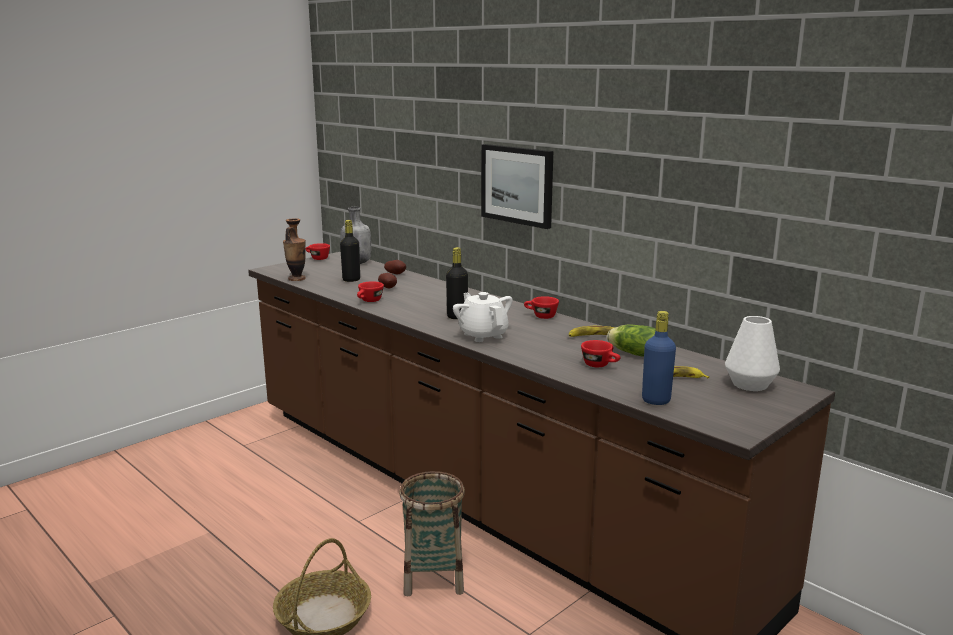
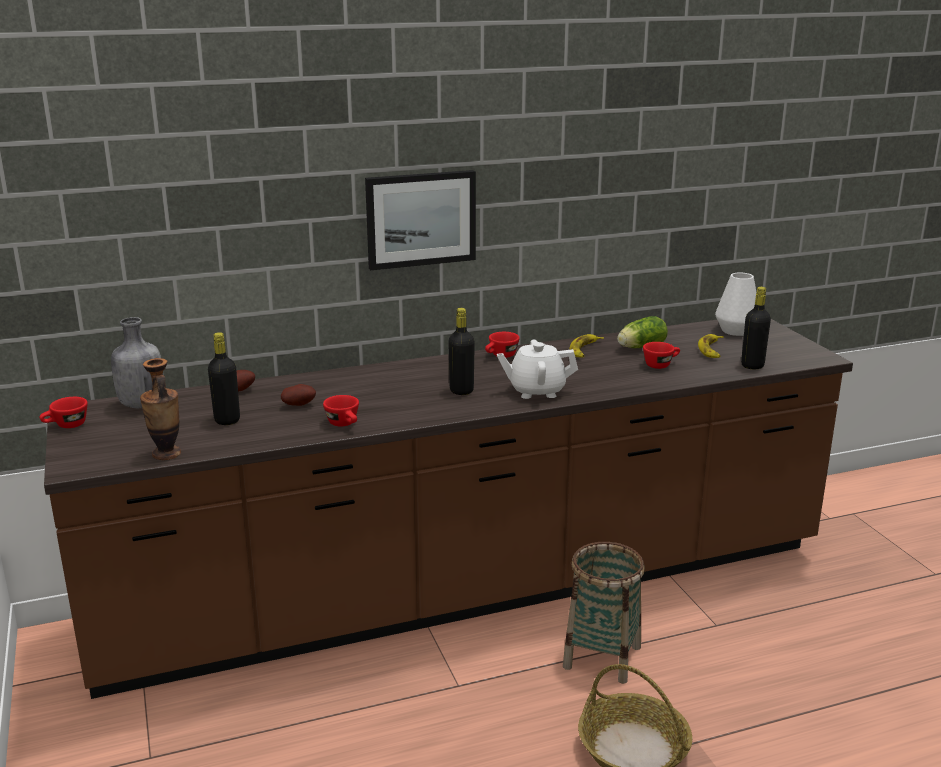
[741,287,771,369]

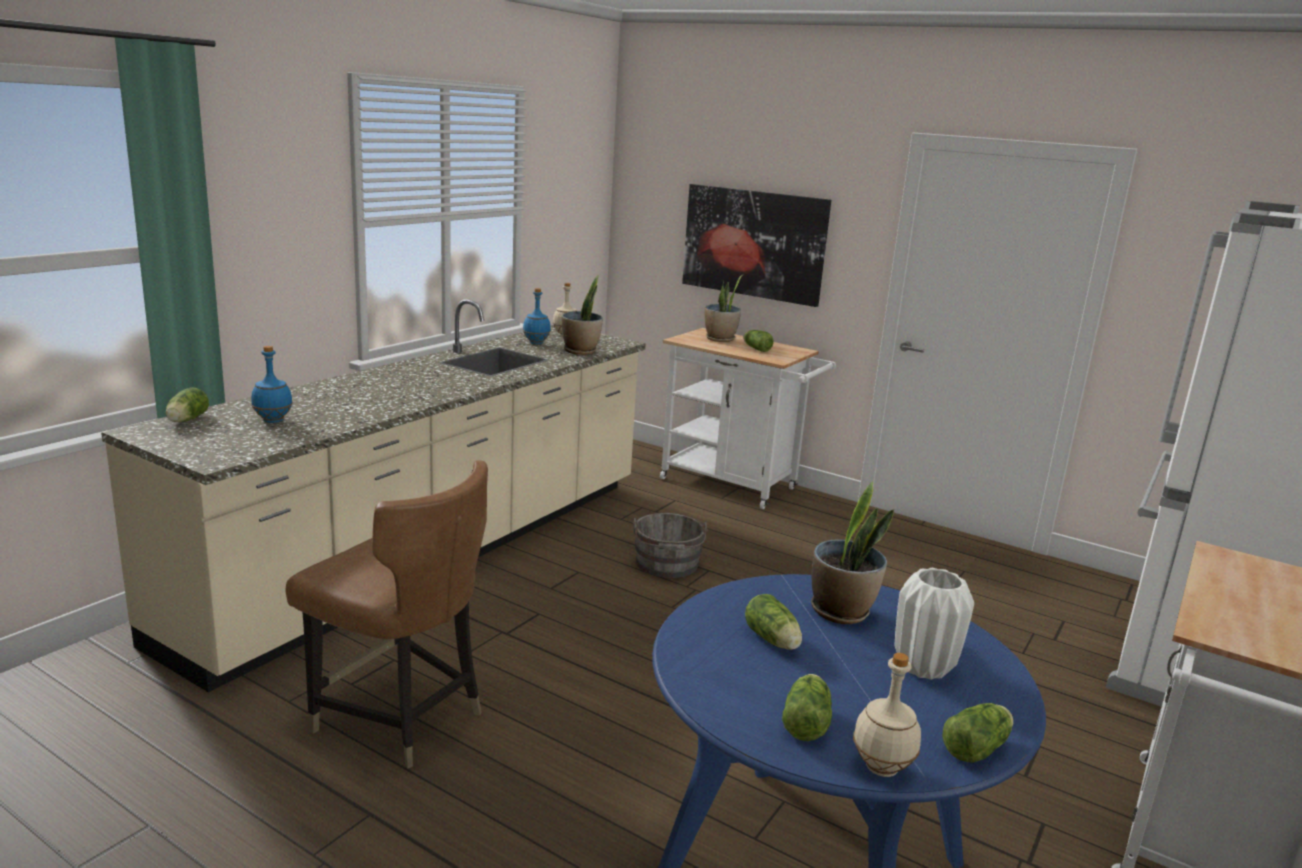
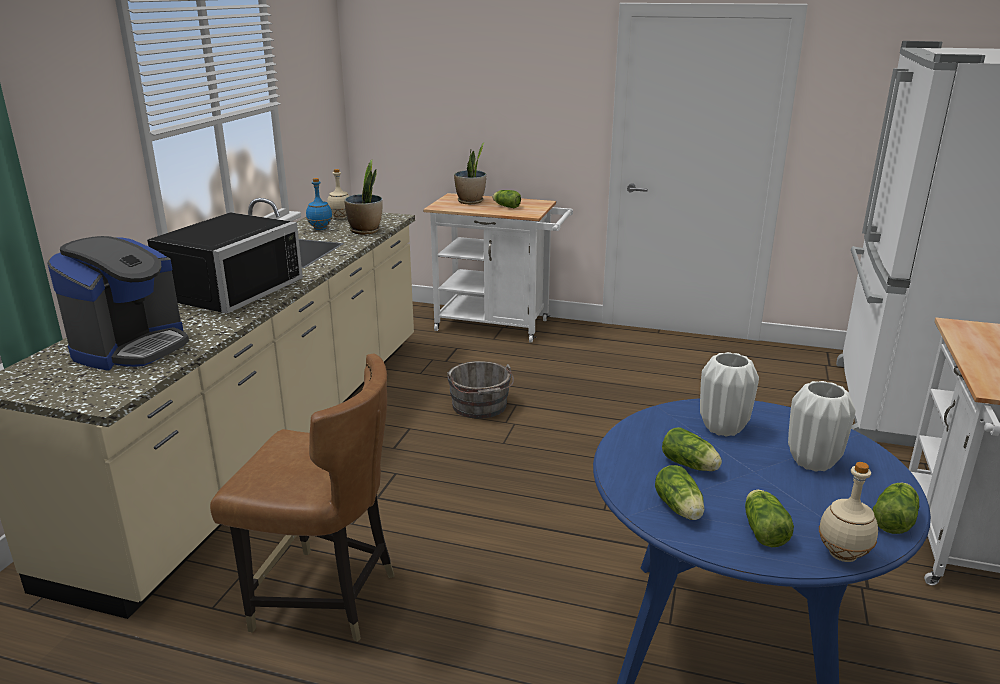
[682,184,831,307] (first image)
[147,212,303,314]
[655,465,704,520]
[47,236,189,371]
[700,352,759,436]

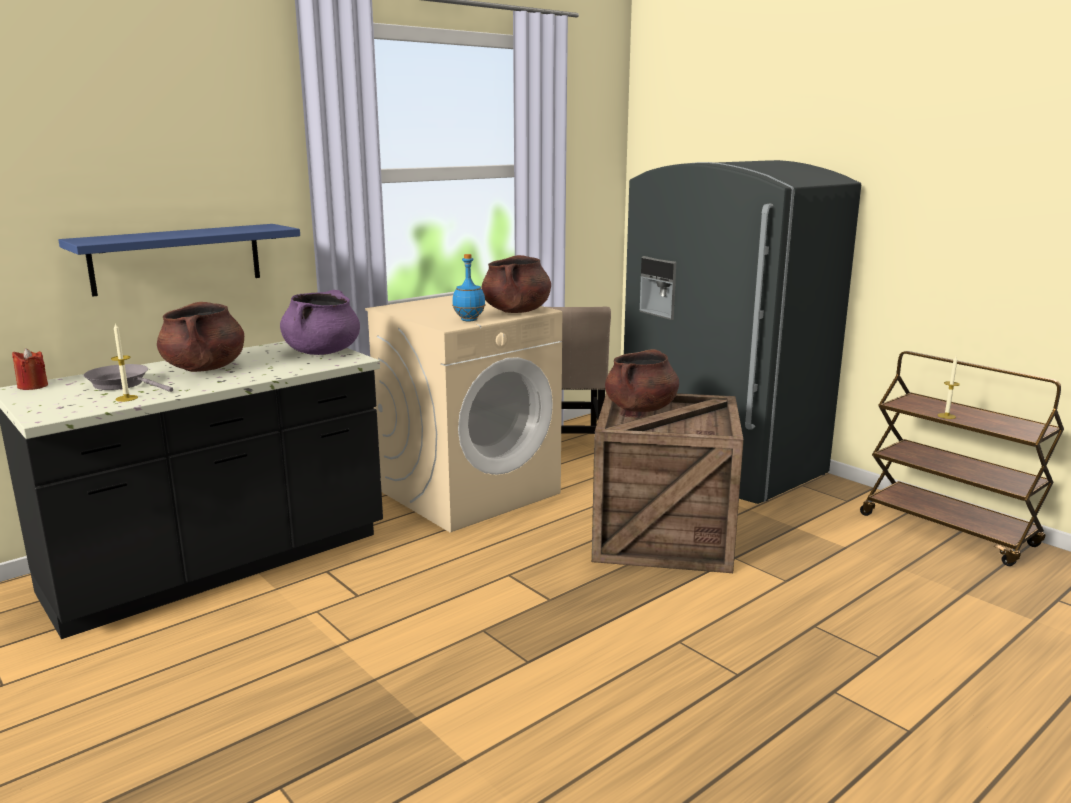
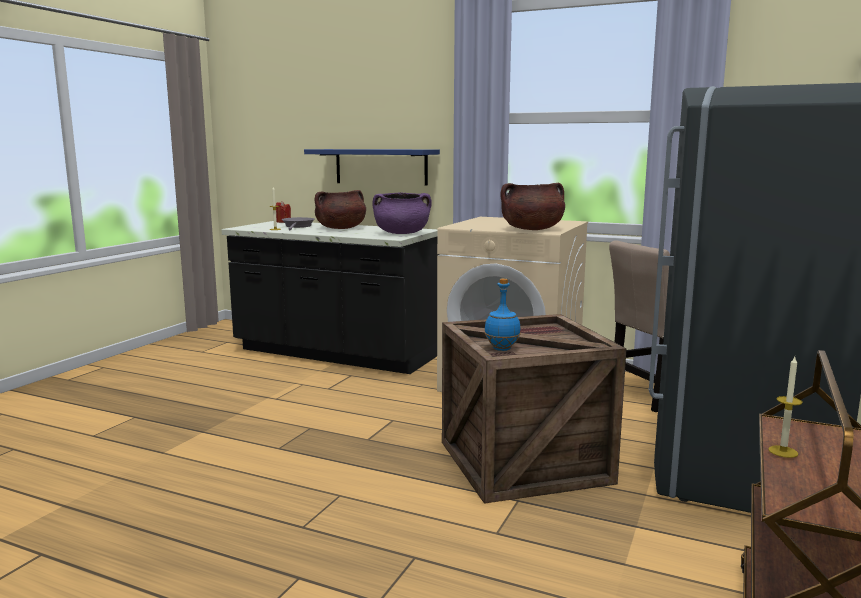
[605,349,679,412] (first image)
[484,278,521,351]

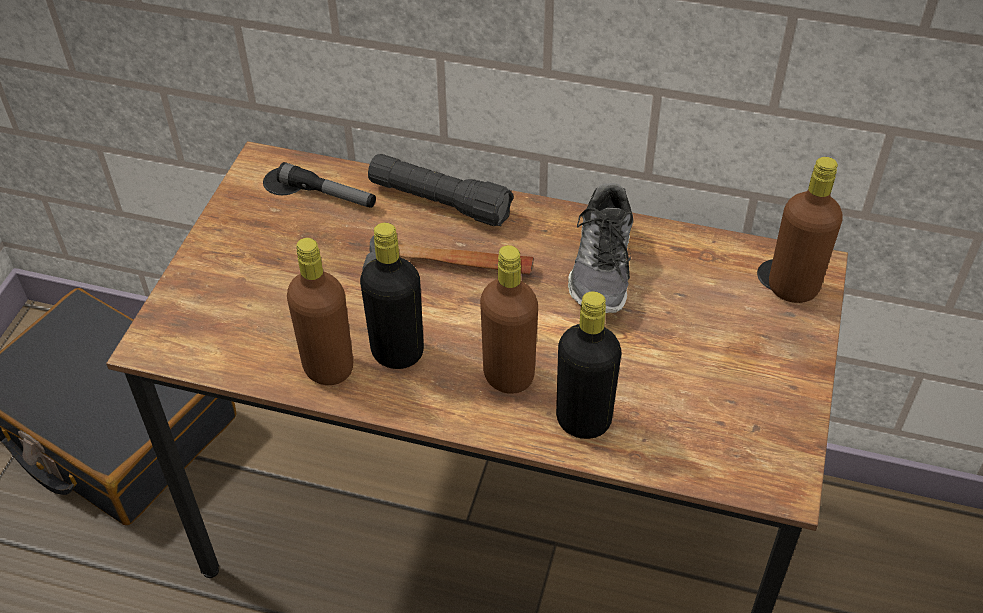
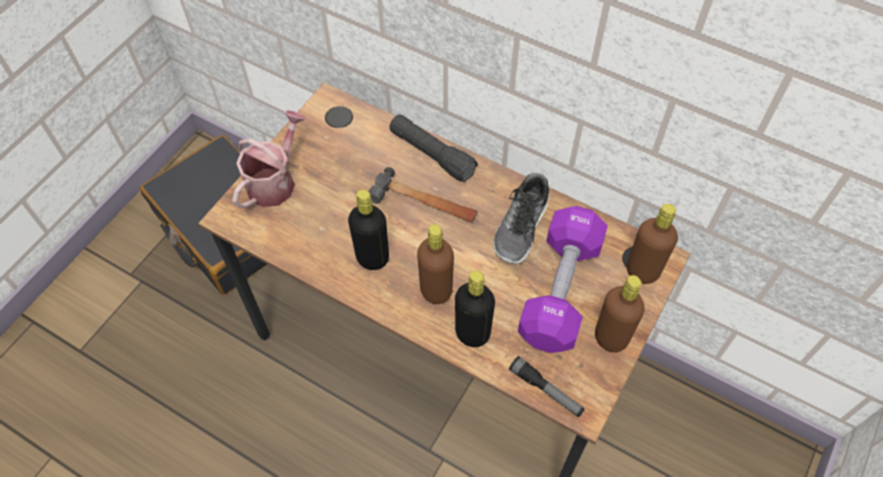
[232,110,306,208]
[518,206,608,353]
[509,356,585,417]
[595,275,645,352]

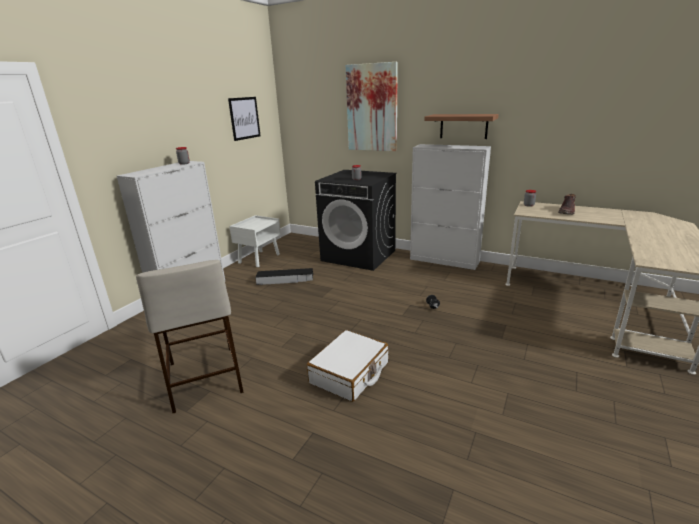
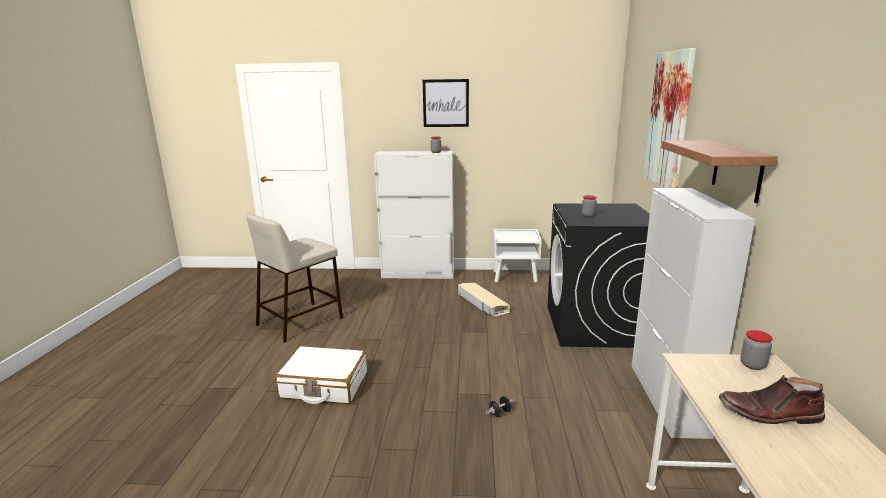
[423,79,469,127]
[458,283,510,317]

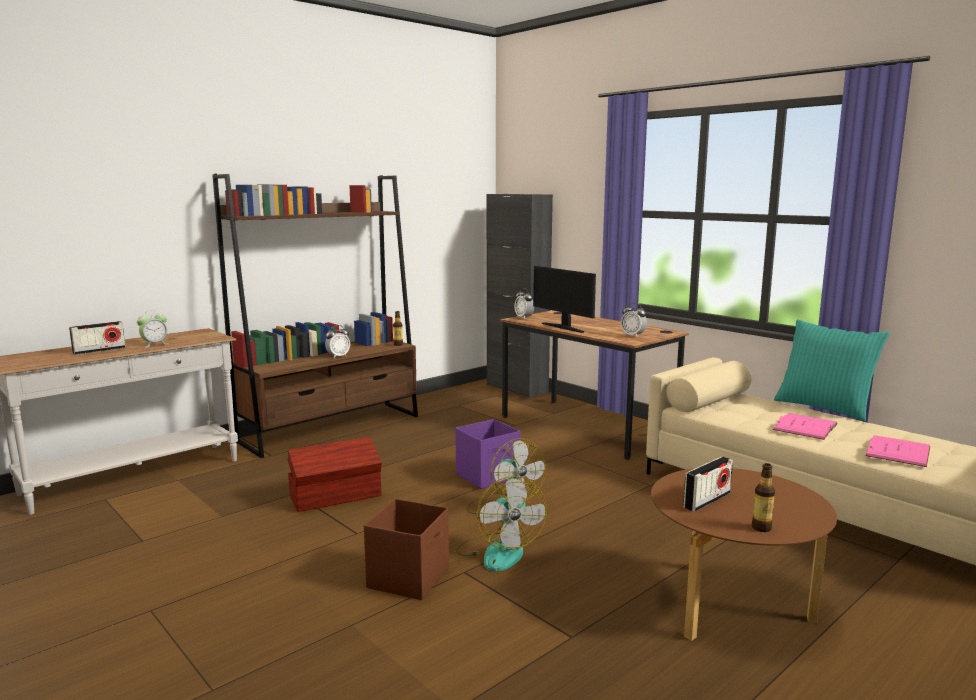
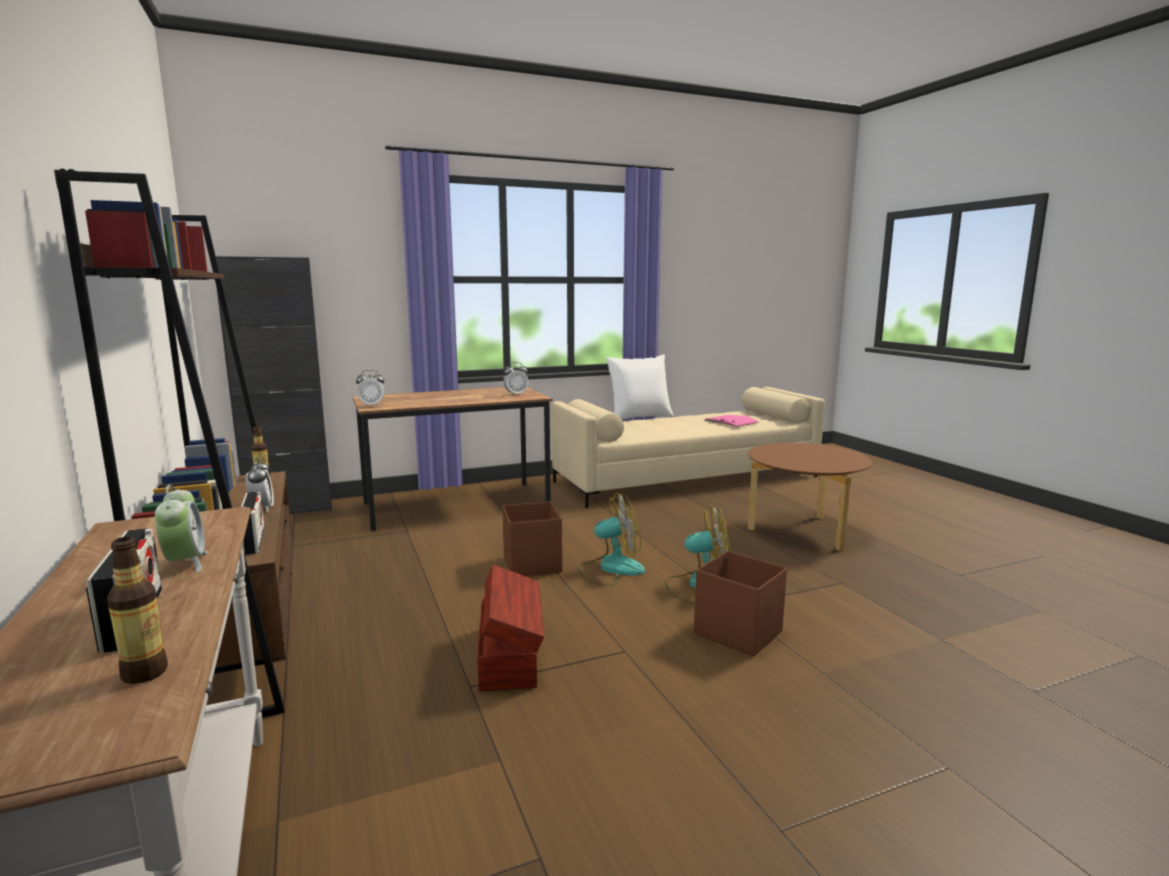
[533,266,596,333] (first image)
[773,413,838,440] (first image)
[241,492,265,555]
[107,537,168,684]
[502,501,562,576]
[606,354,674,420]

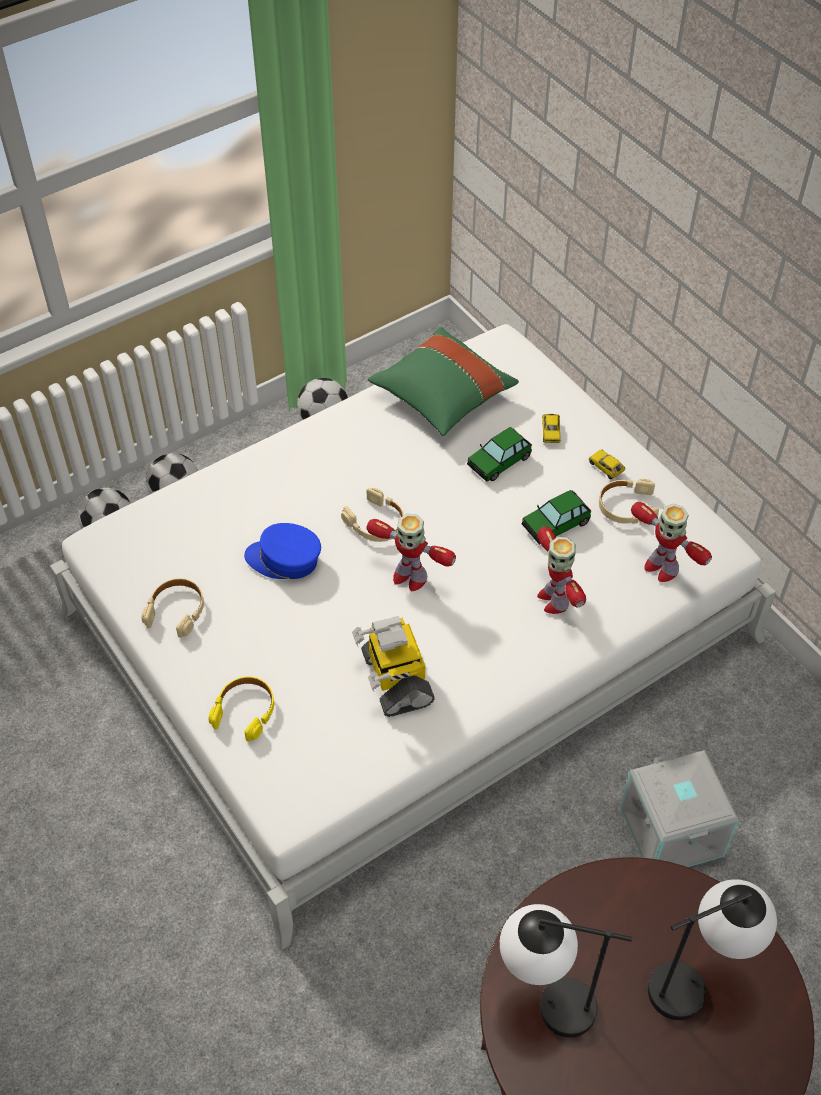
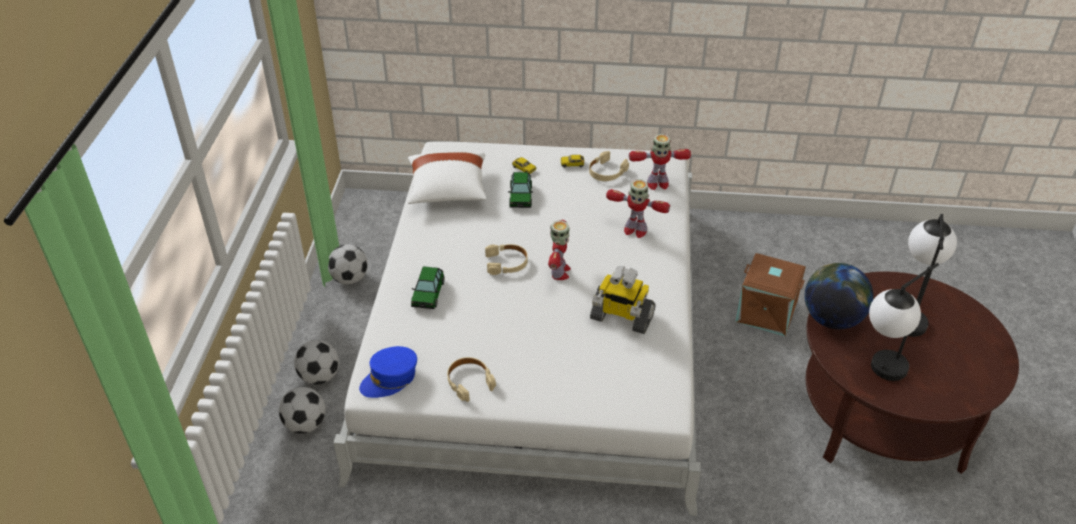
[208,676,274,742] (first image)
[804,263,874,329]
[359,346,417,398]
[411,266,445,309]
[408,152,487,204]
[736,253,806,337]
[548,220,571,280]

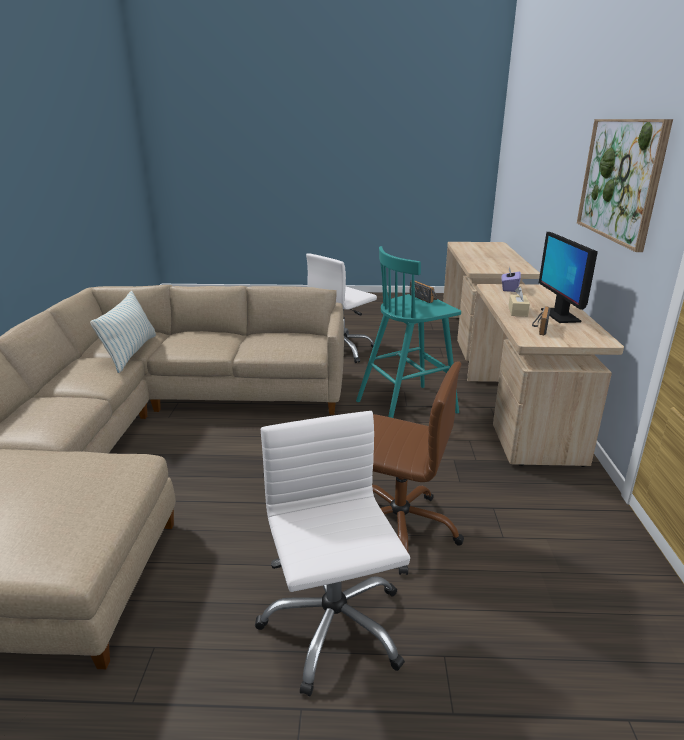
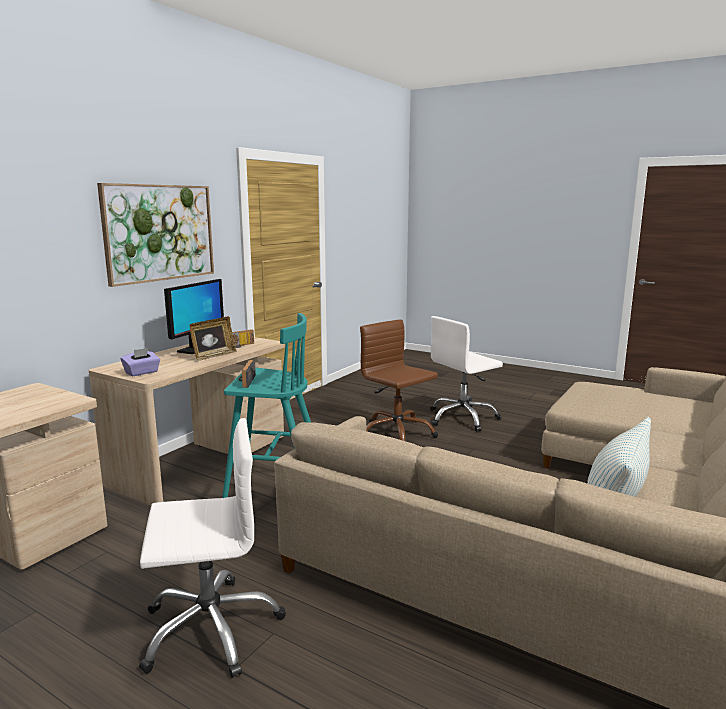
[189,317,237,360]
[430,316,503,431]

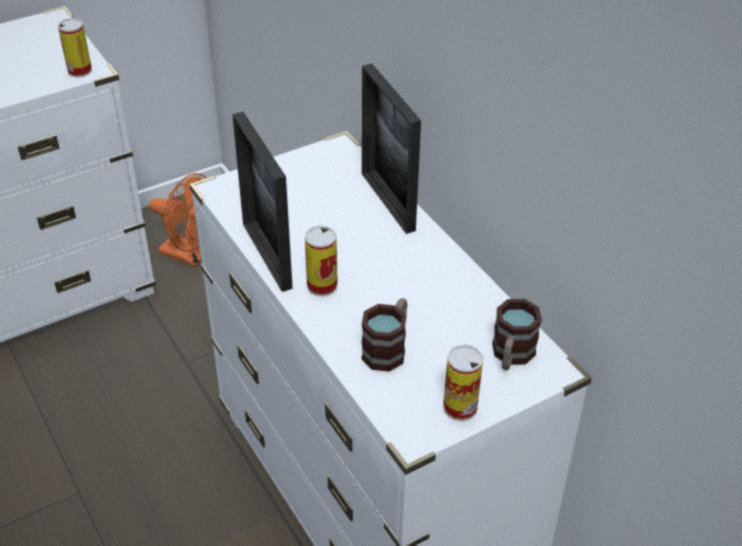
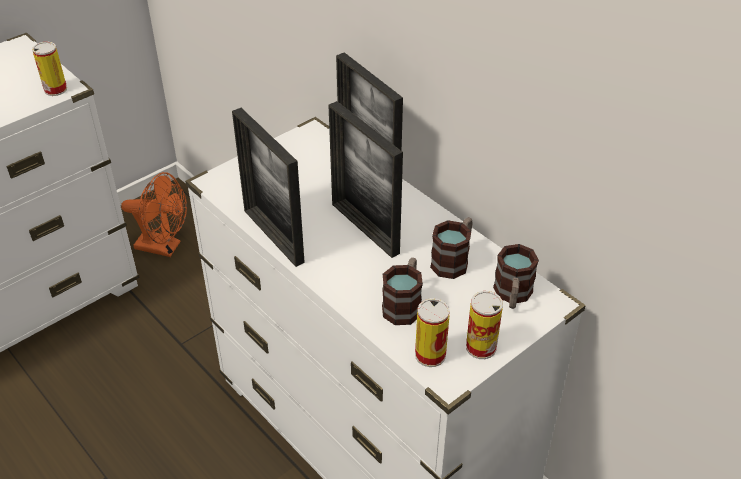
[328,101,403,258]
[430,218,473,279]
[415,298,450,367]

